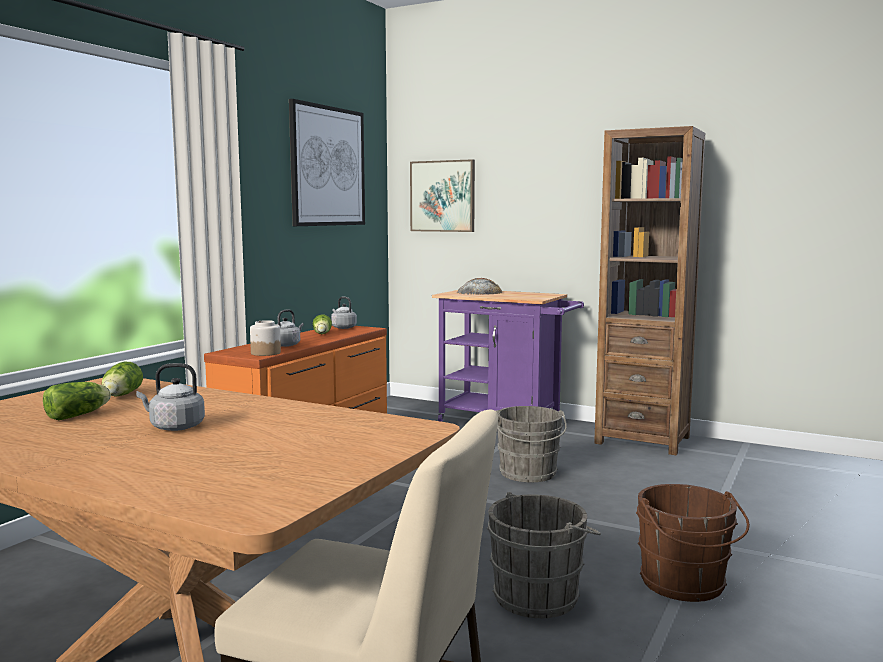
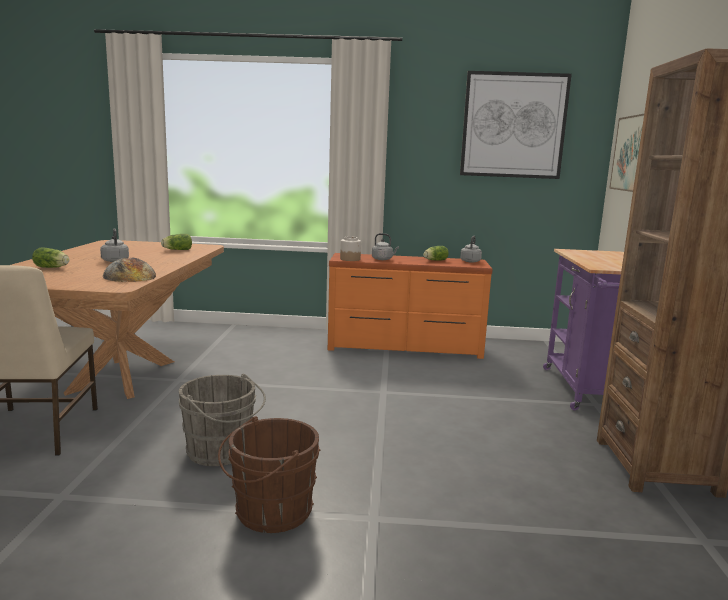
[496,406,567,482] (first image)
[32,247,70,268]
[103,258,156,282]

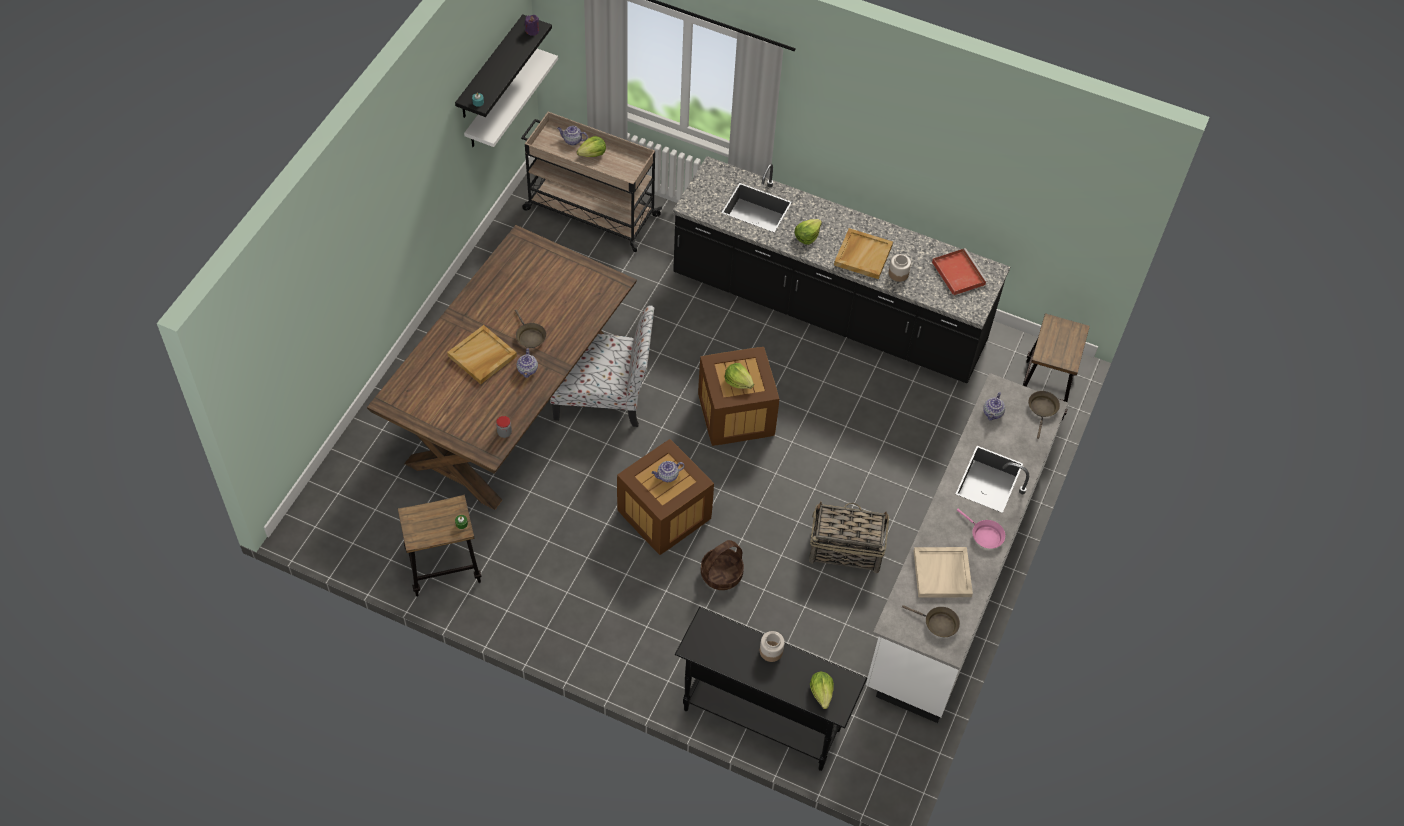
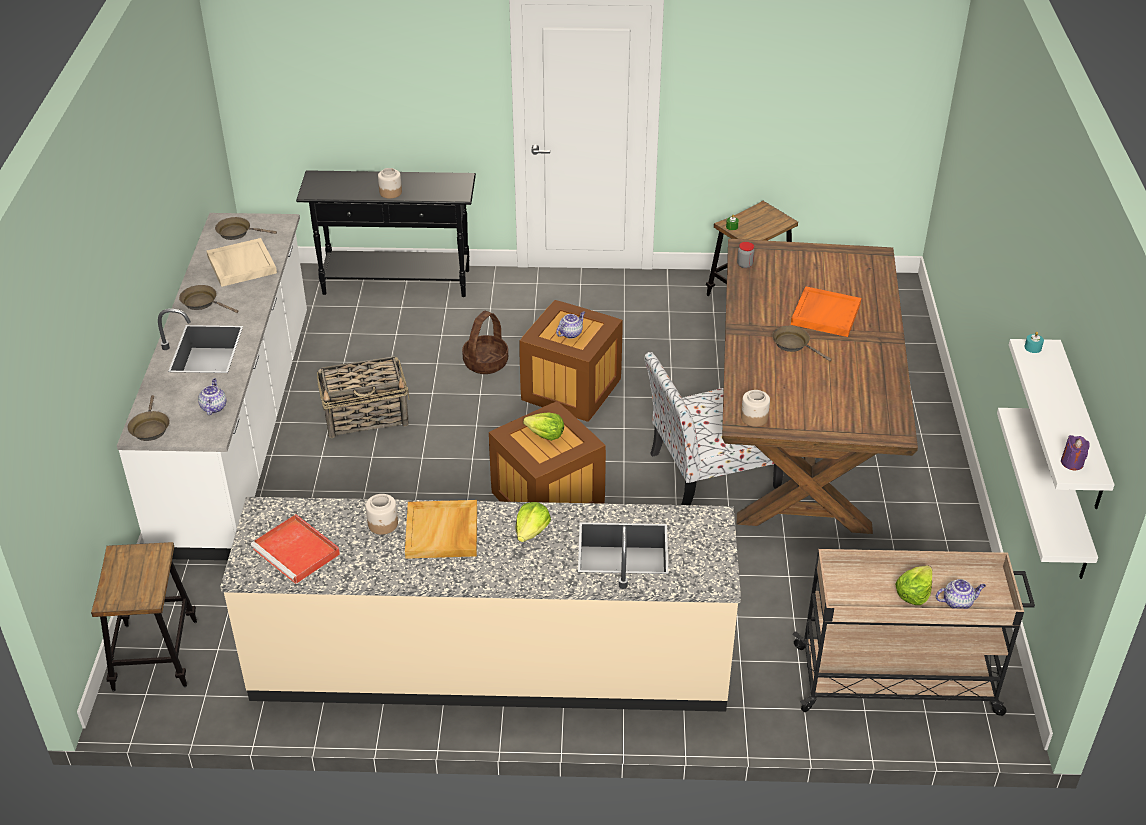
[517,349,538,378] (first image)
[810,672,834,709] (first image)
[741,390,770,427]
[791,286,861,337]
[1009,339,1115,509]
[220,497,741,712]
[179,285,238,313]

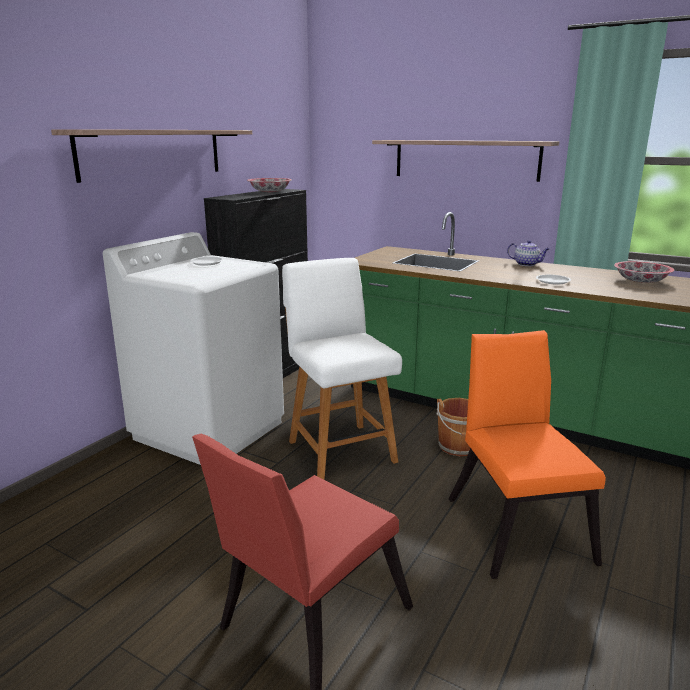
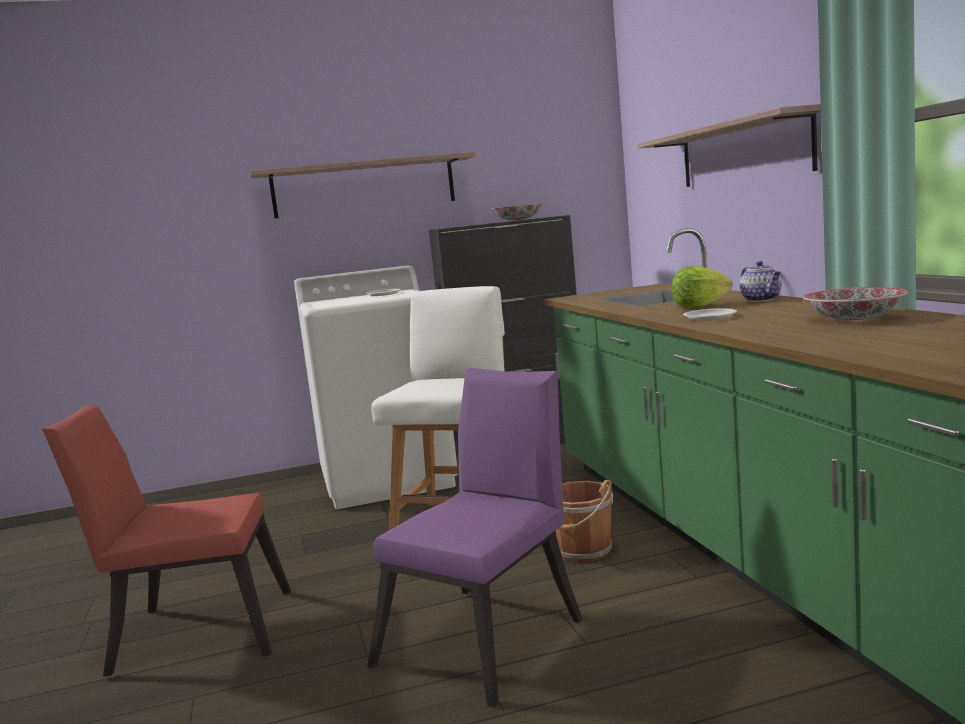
[672,266,733,308]
[367,368,583,708]

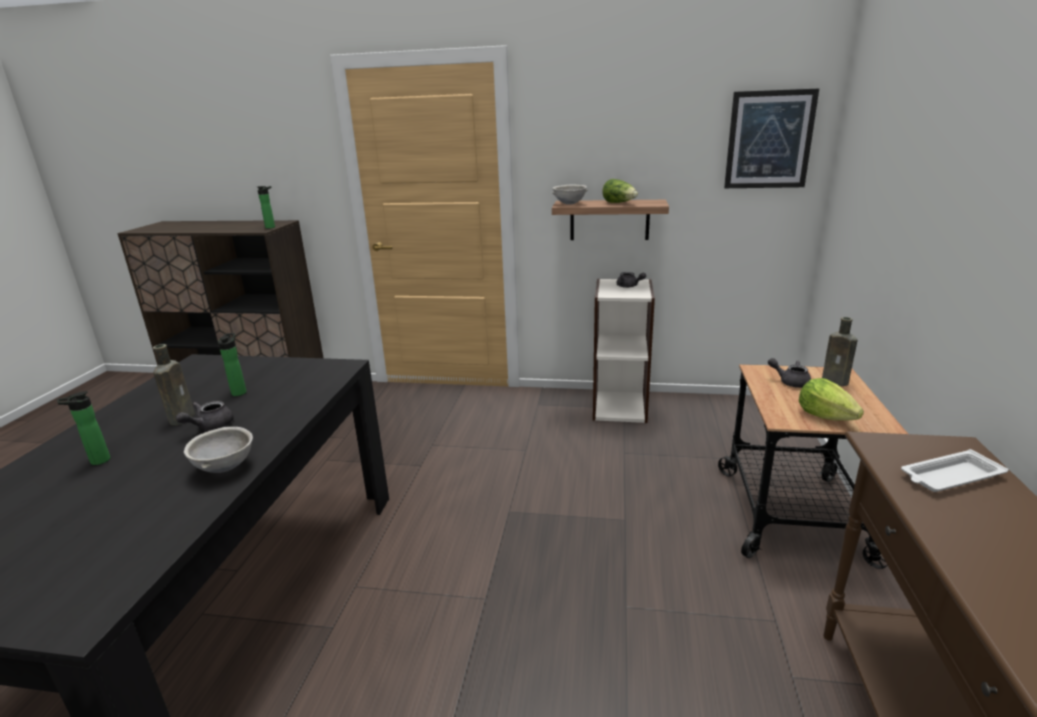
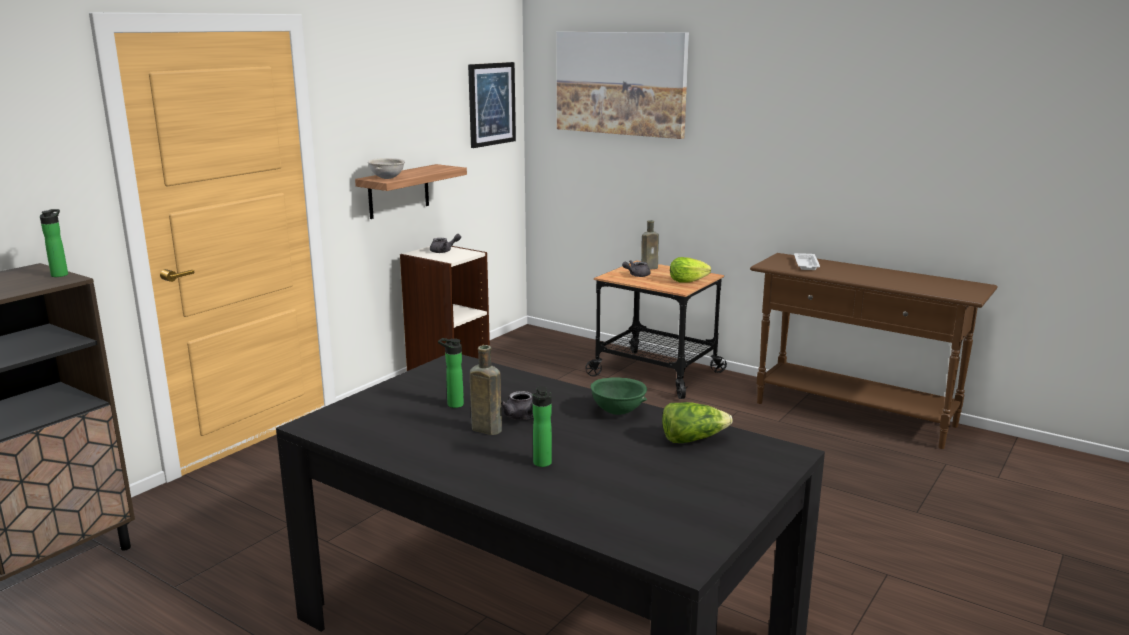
[557,32,689,139]
[662,402,732,443]
[591,377,647,415]

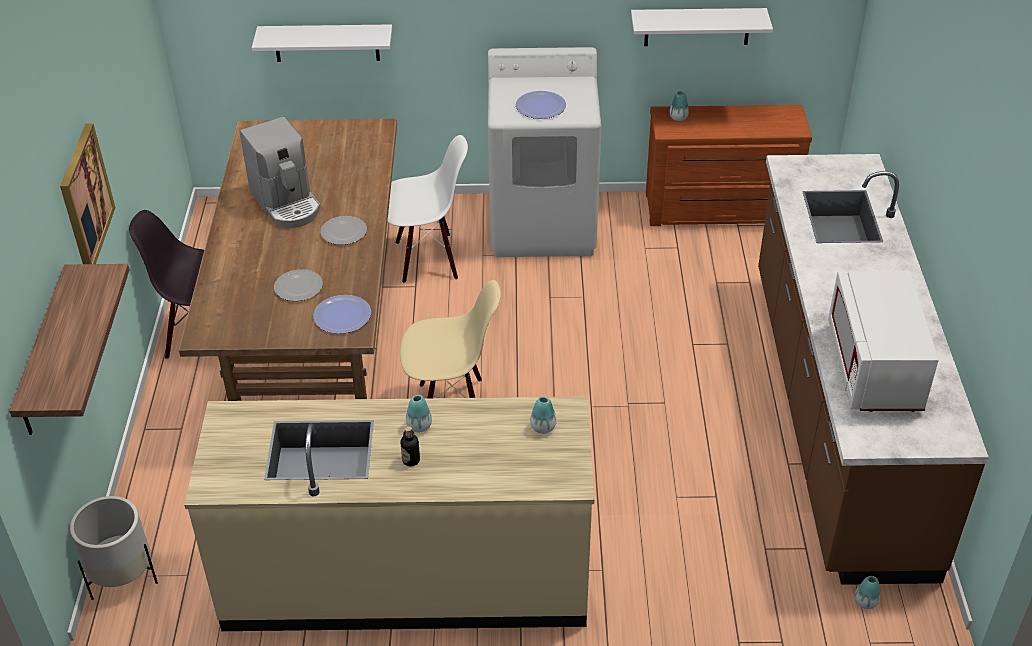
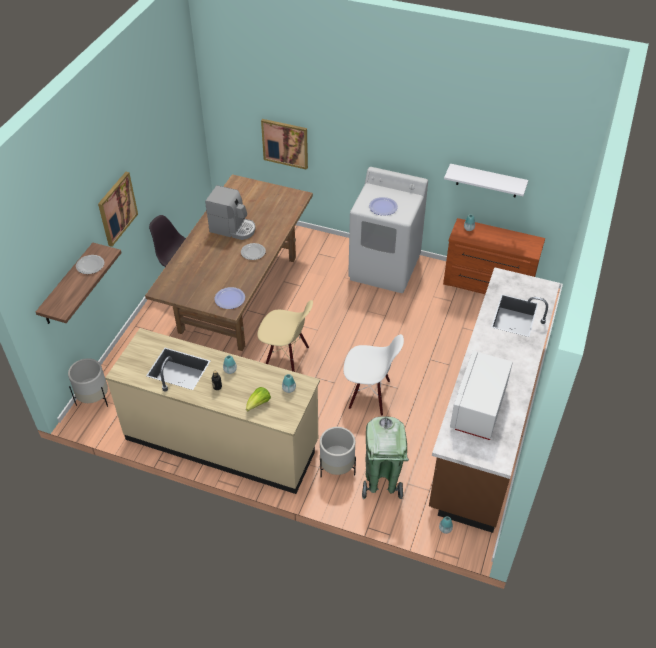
[246,387,271,411]
[320,427,356,477]
[362,417,409,499]
[76,255,104,274]
[343,334,404,416]
[261,119,308,170]
[205,185,255,240]

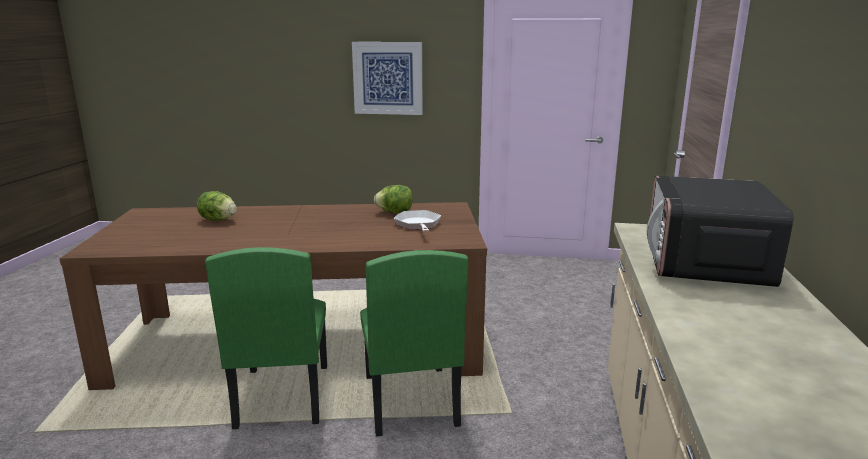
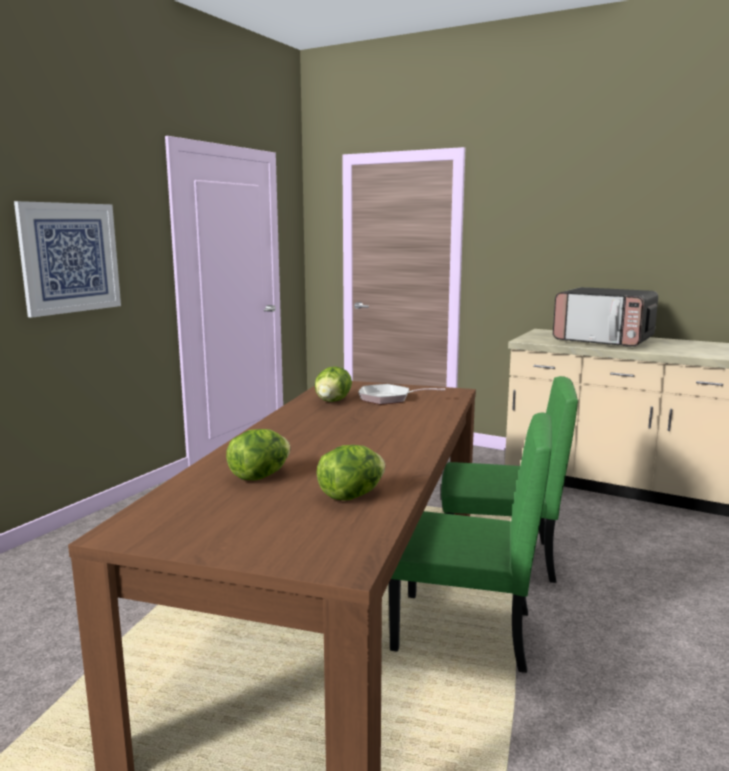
[317,445,385,500]

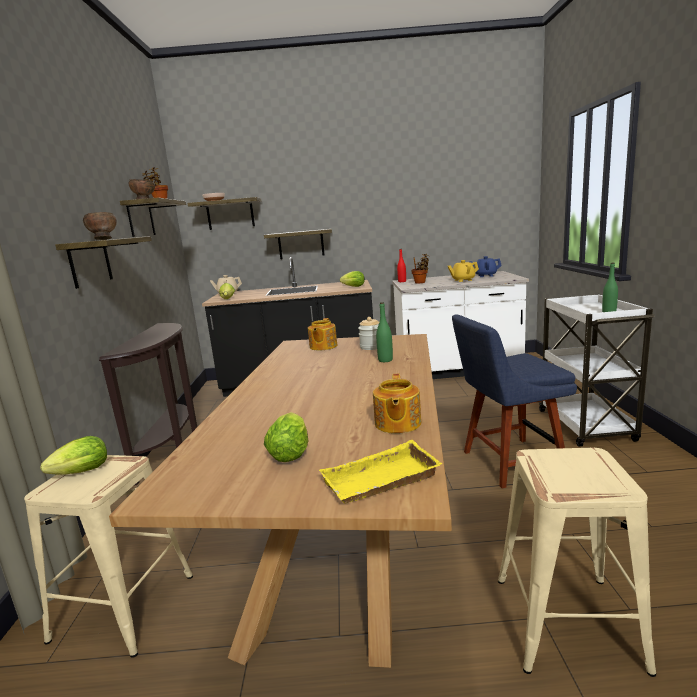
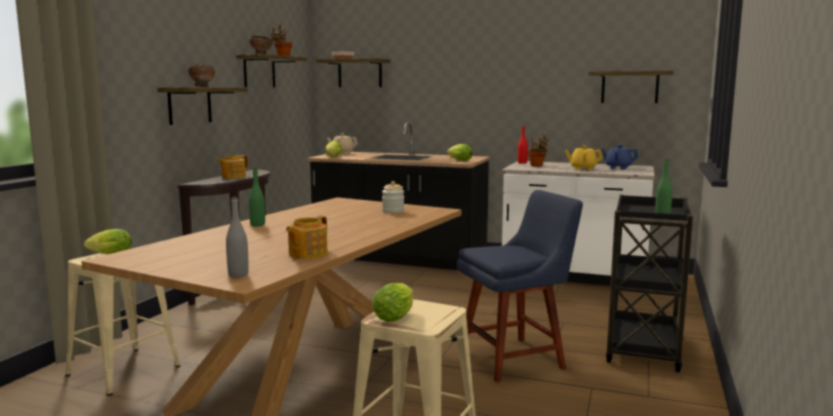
[588,71,674,103]
[372,283,414,322]
[217,155,248,179]
[249,168,265,226]
[226,197,249,277]
[606,195,693,372]
[457,190,583,383]

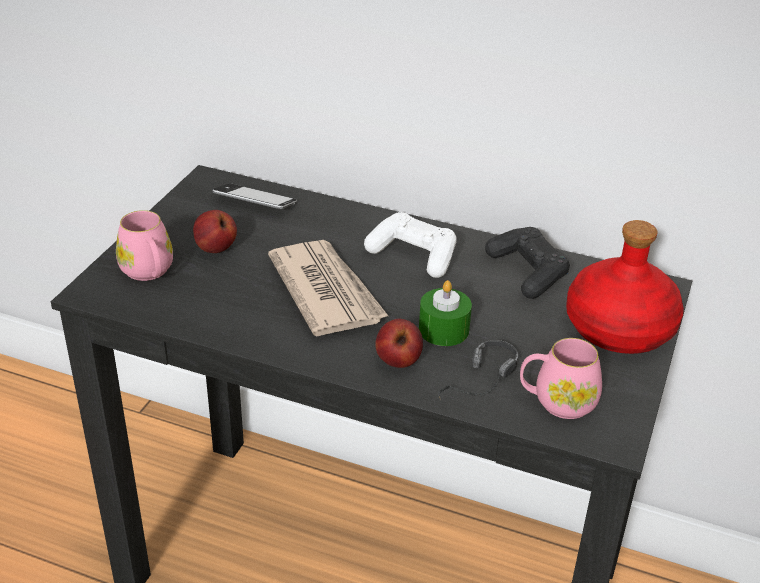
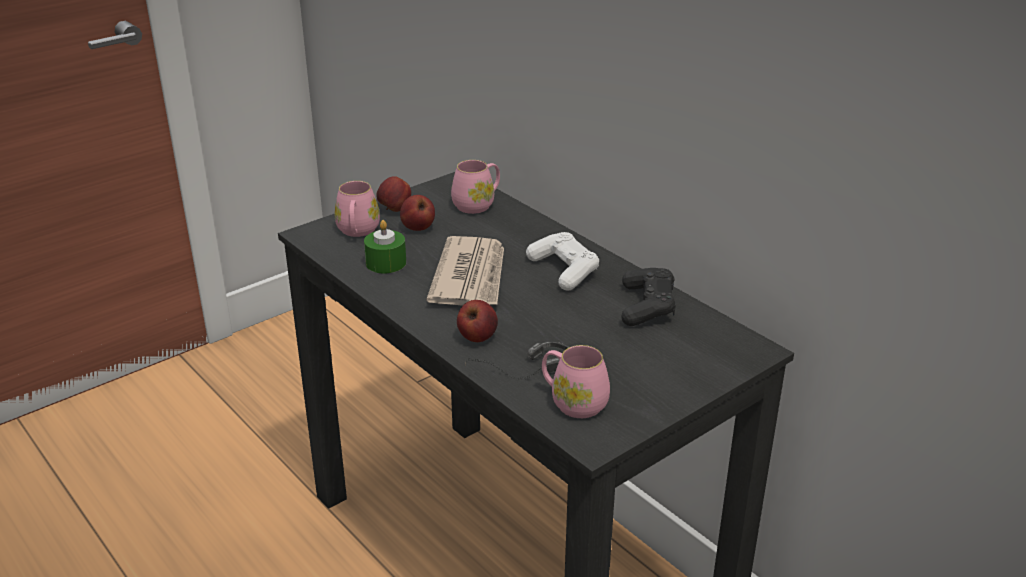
[566,220,684,354] (first image)
[376,176,411,212]
[364,220,406,273]
[451,160,500,214]

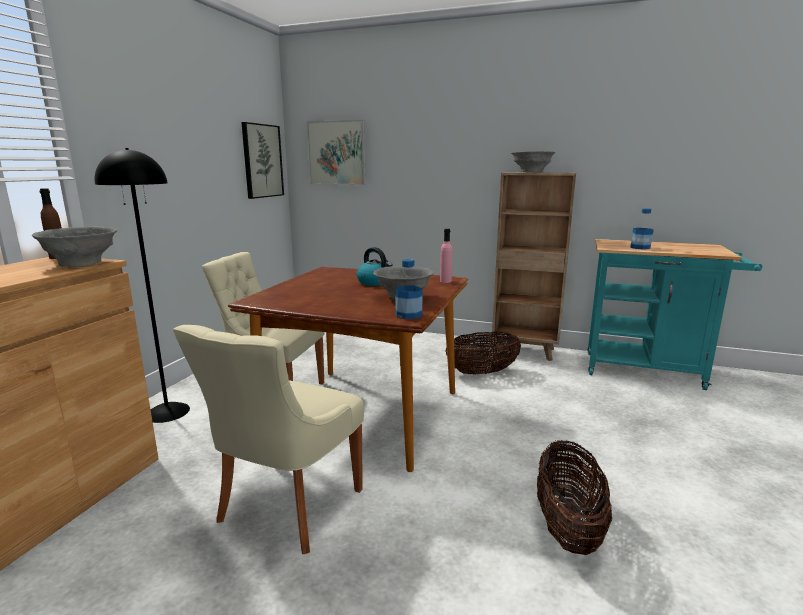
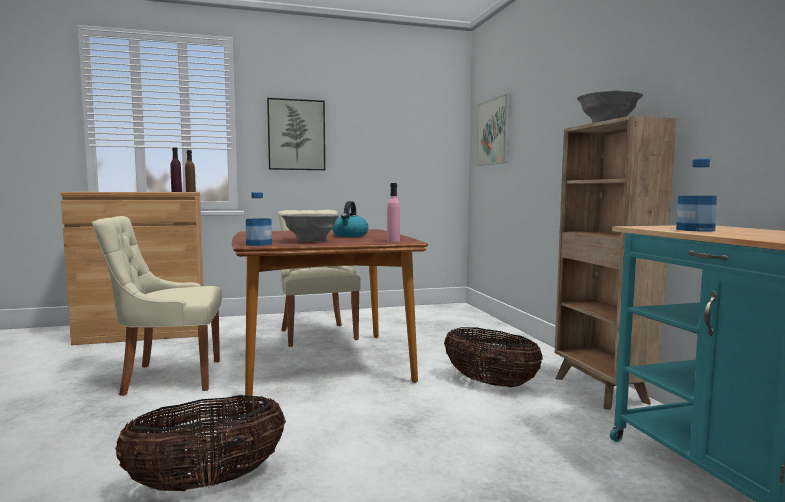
[95,148,190,423] (first image)
[267,98,325,170]
[170,147,182,192]

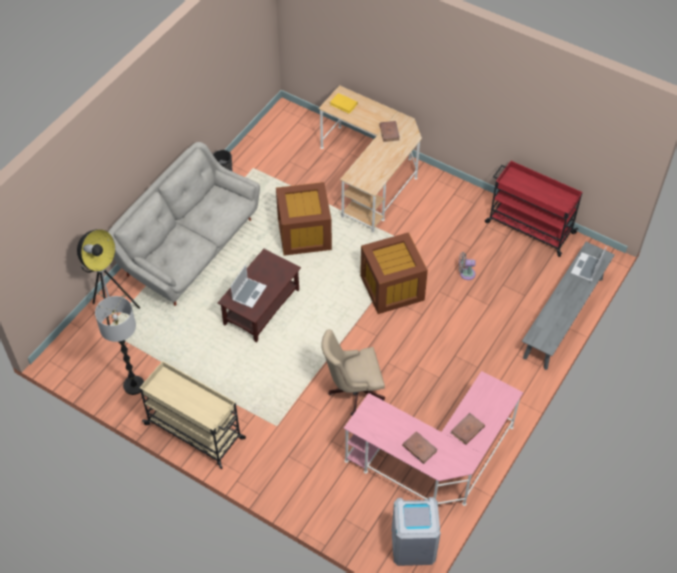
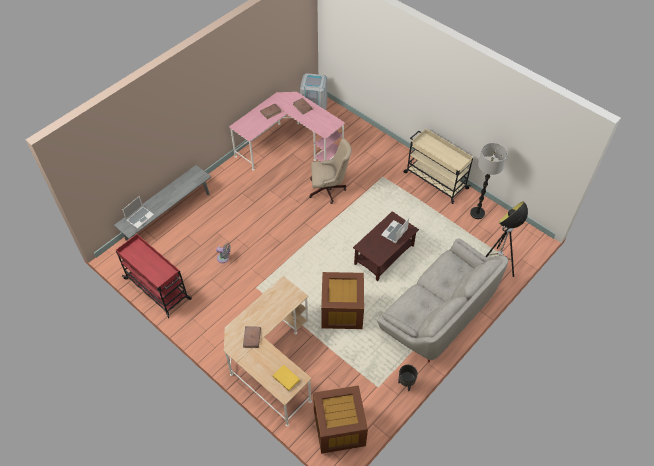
[313,385,368,454]

